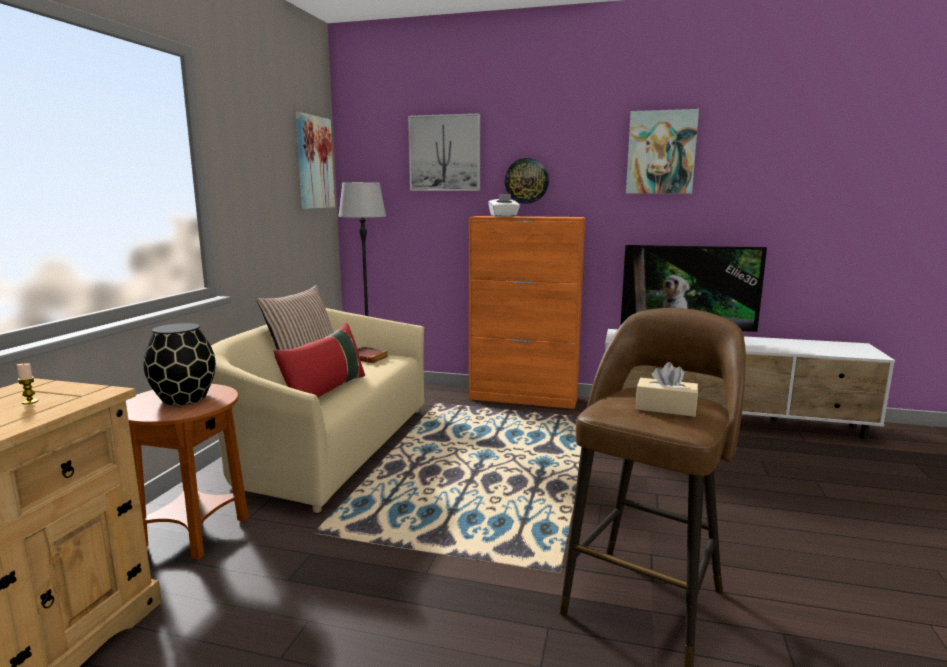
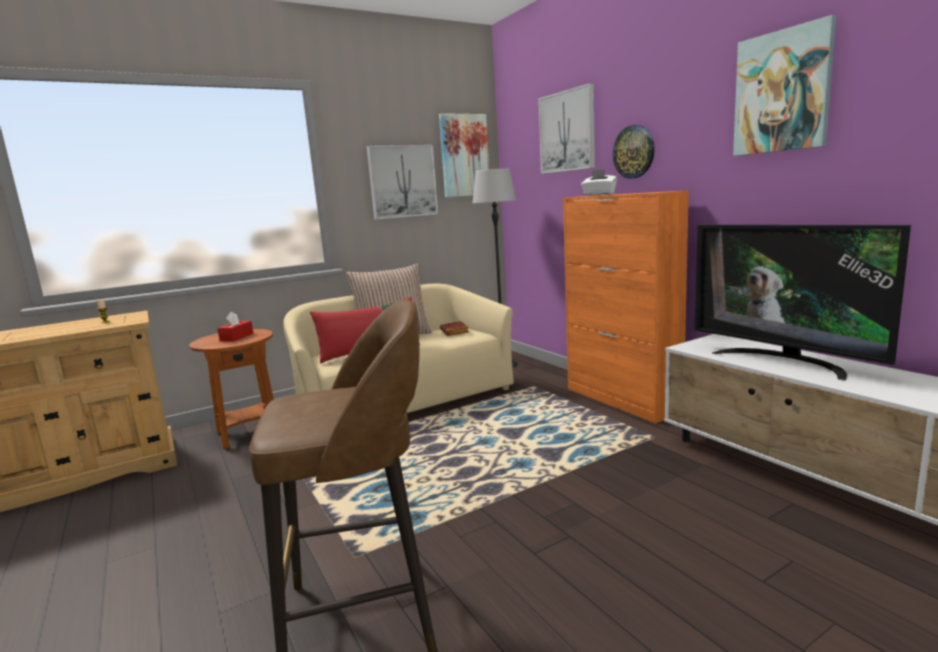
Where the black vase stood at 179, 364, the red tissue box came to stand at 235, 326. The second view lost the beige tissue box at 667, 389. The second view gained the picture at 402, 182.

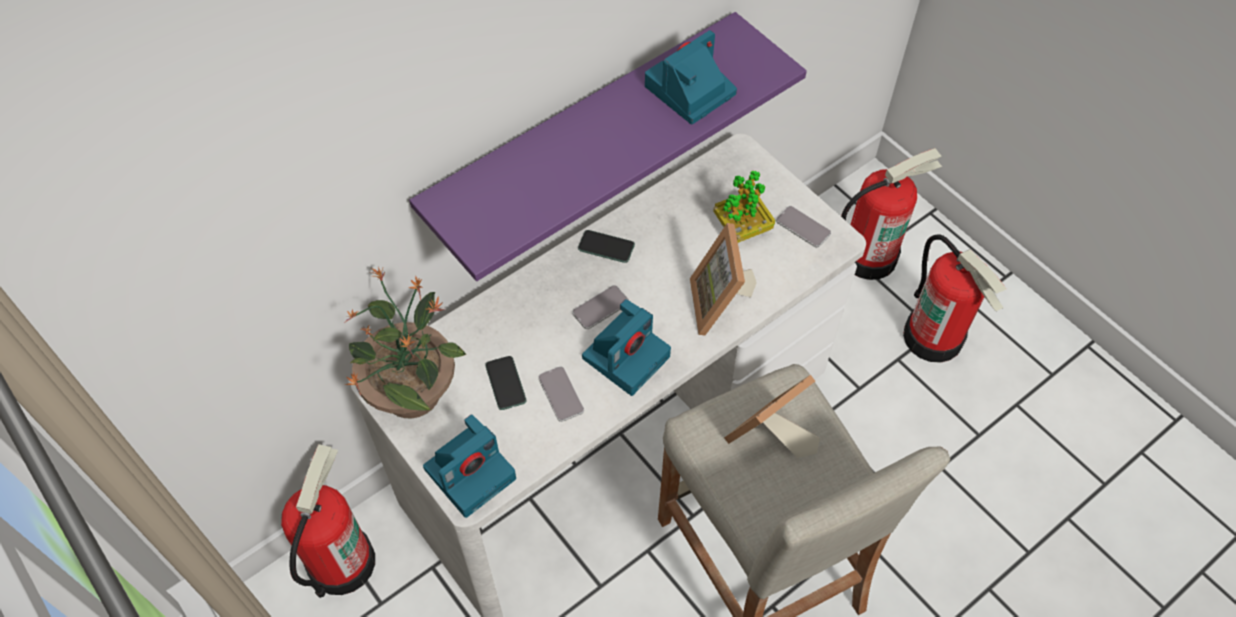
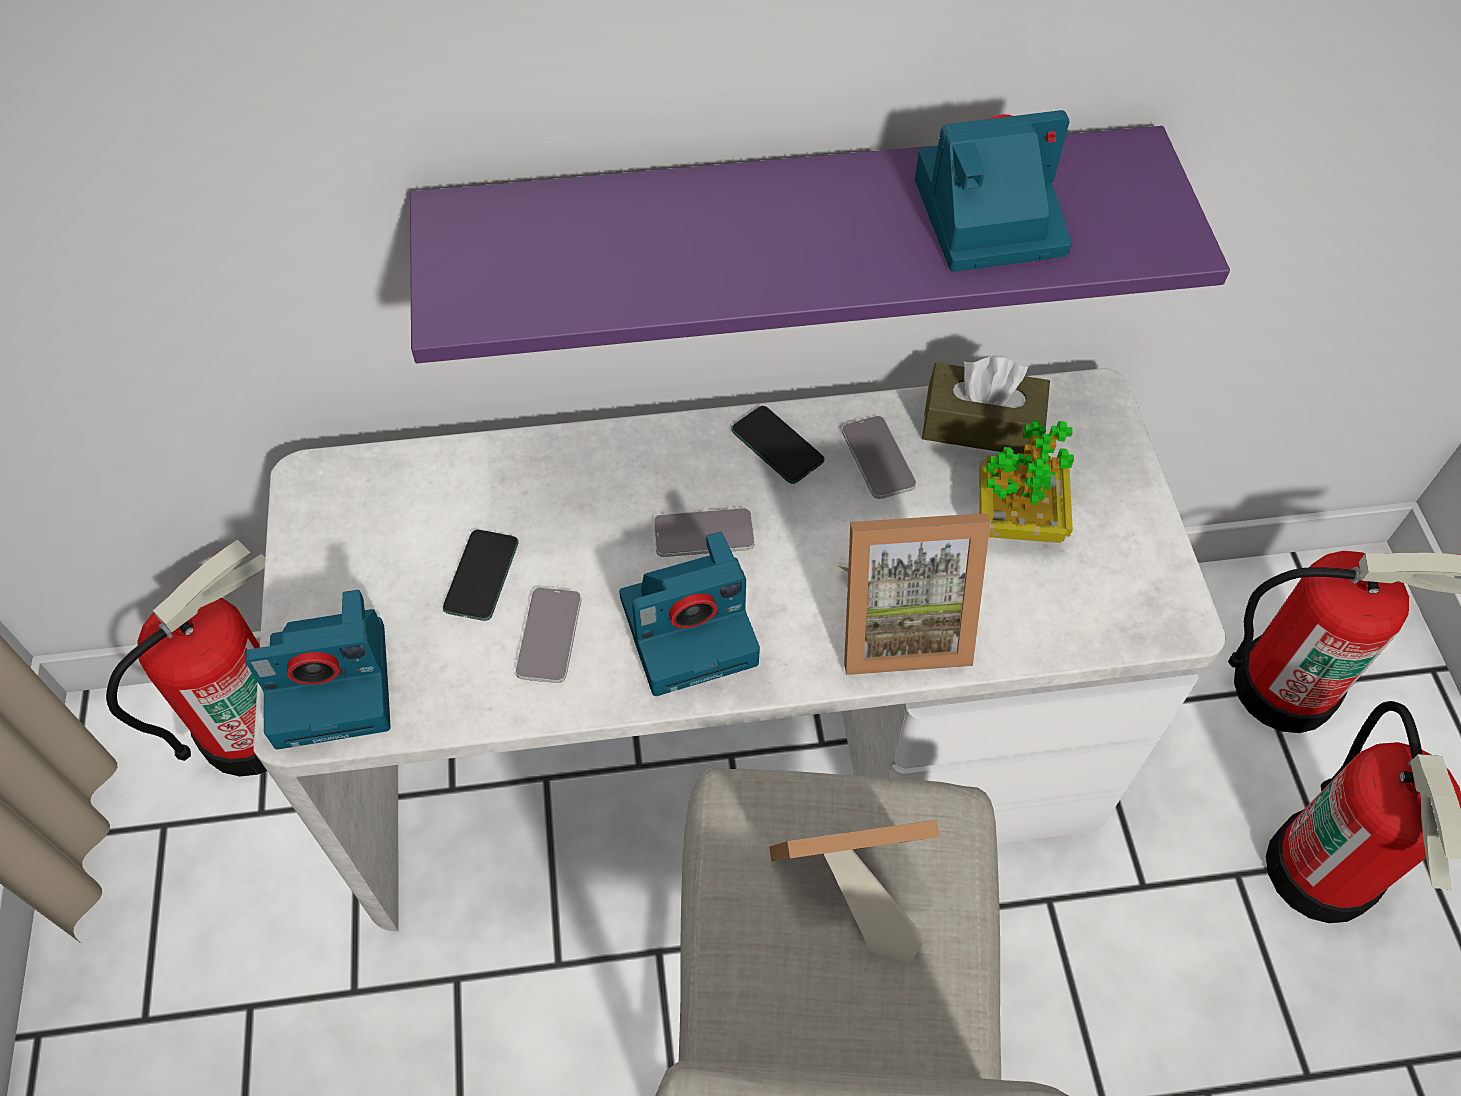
The second view lost the potted plant at 405, 342. The picture frame at 723, 279 ended up facing another way, 120 degrees counterclockwise from before. The phone ended up elsewhere, having gone from 803, 227 to 879, 457. The second view gained the brown tissue box at 986, 405.

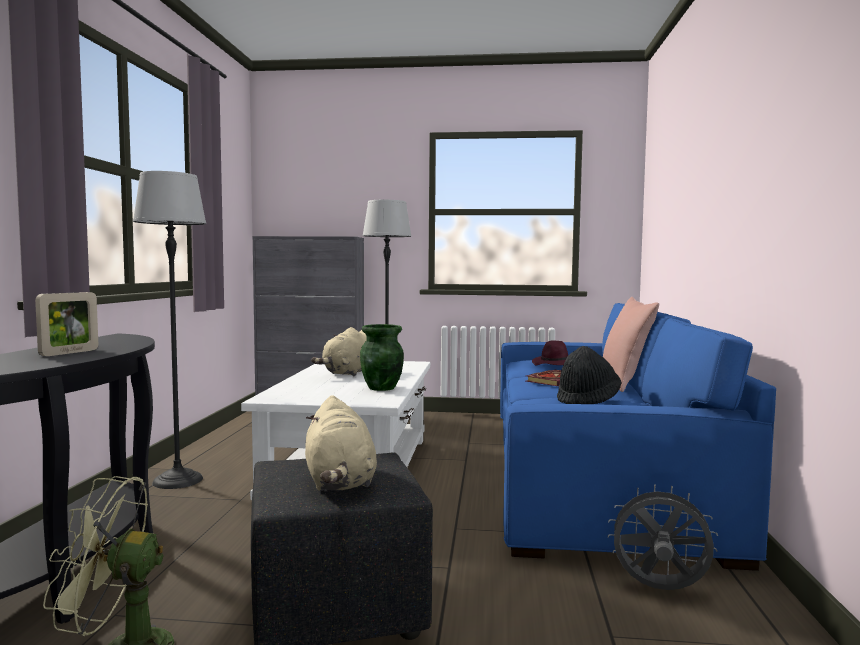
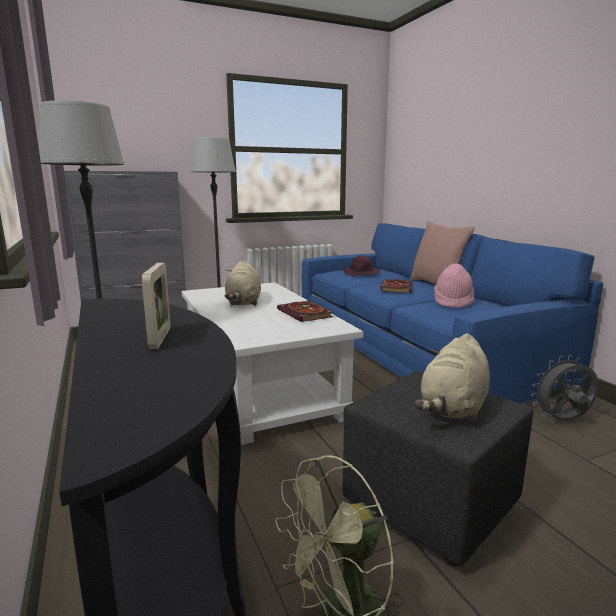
The beige plush toy at 341, 443 ended up facing another way, 75 degrees clockwise from before. Where the green vase stood at 382, 357, the book came to stand at 305, 311. What was the black hat at 589, 375 turned into the pink hat at 454, 285.

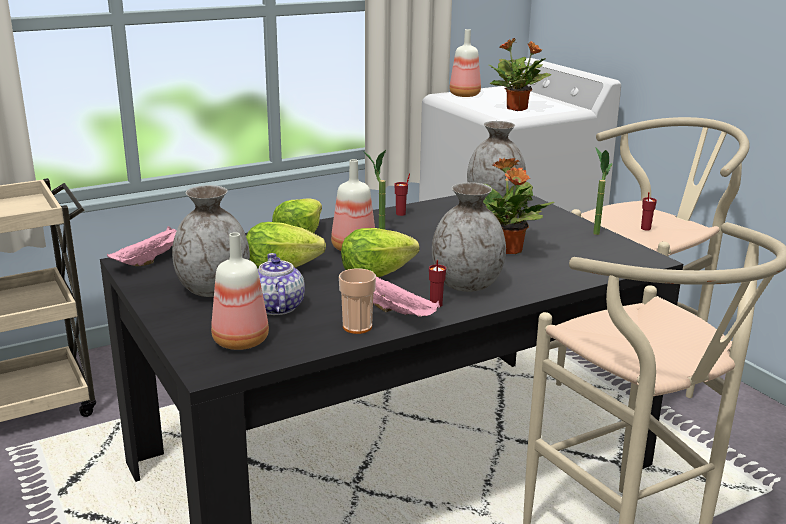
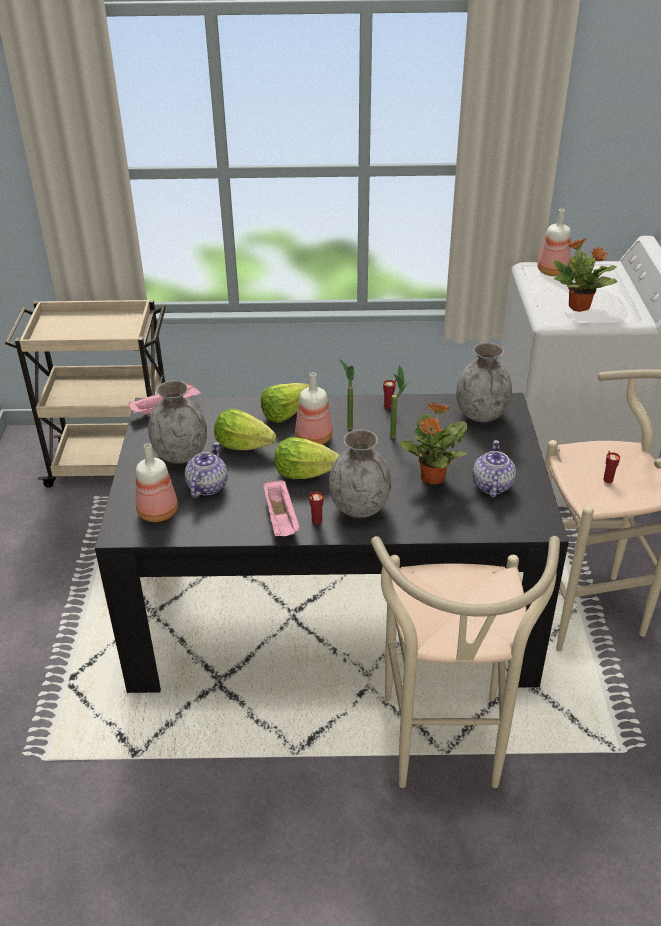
The second view lost the cup at 357, 301. The potted plant ended up elsewhere, having gone from 602, 191 to 400, 401. The second view gained the teapot at 494, 468.

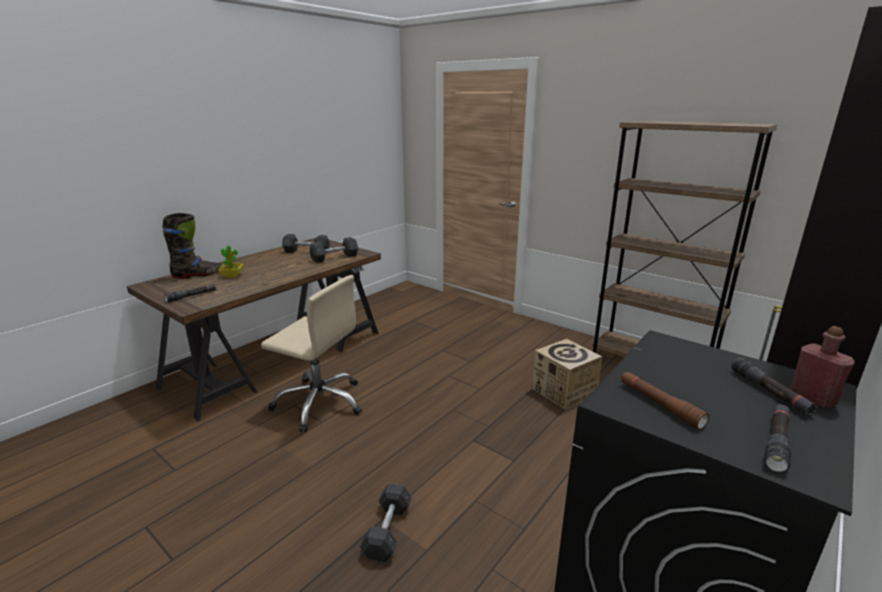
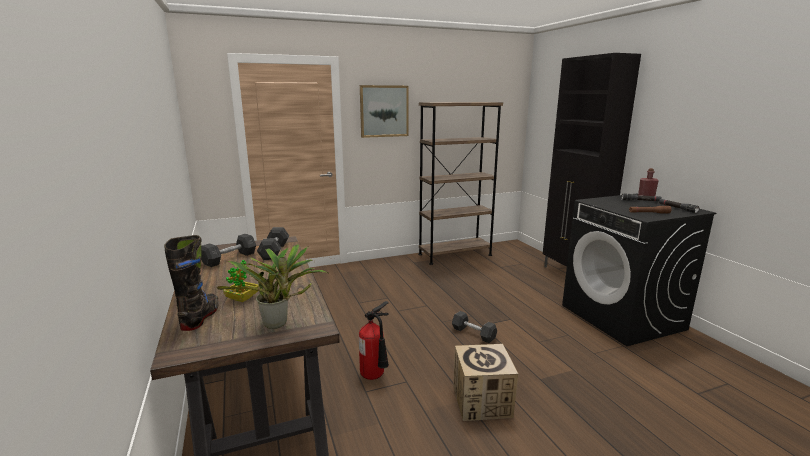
Where the black flashlight stood at 190, 293, the potted plant came to stand at 273, 286. Where the beige office chair stood at 311, 353, the fire extinguisher came to stand at 374, 340. The grey dumbbell ended up elsewhere, having gone from 386, 522 to 474, 327. The cardboard box ended up elsewhere, having gone from 567, 374 to 485, 382. The second view gained the picture at 384, 111.

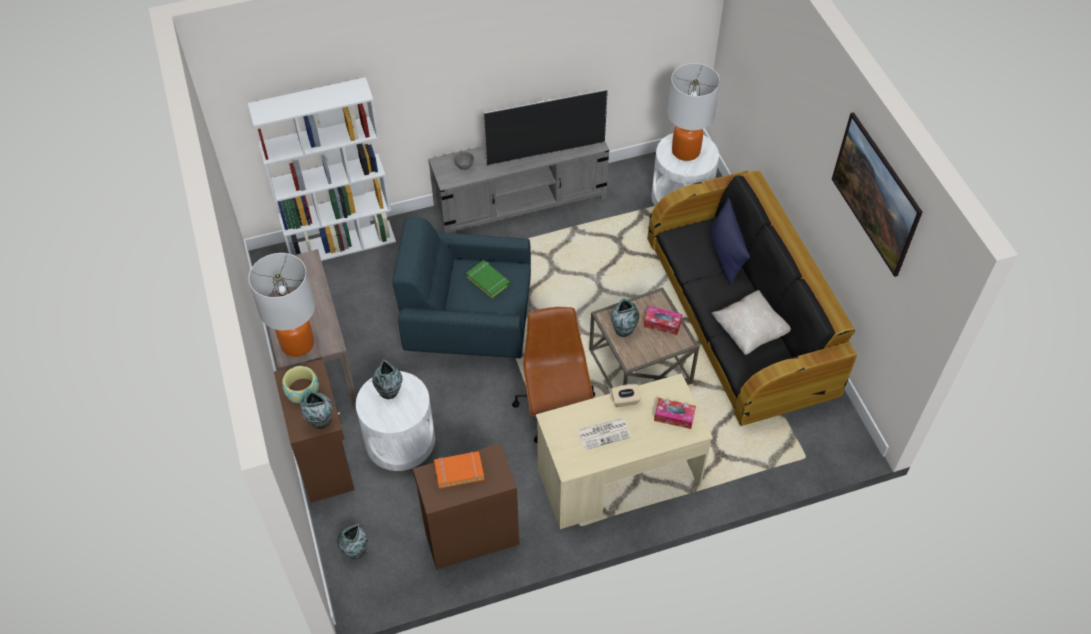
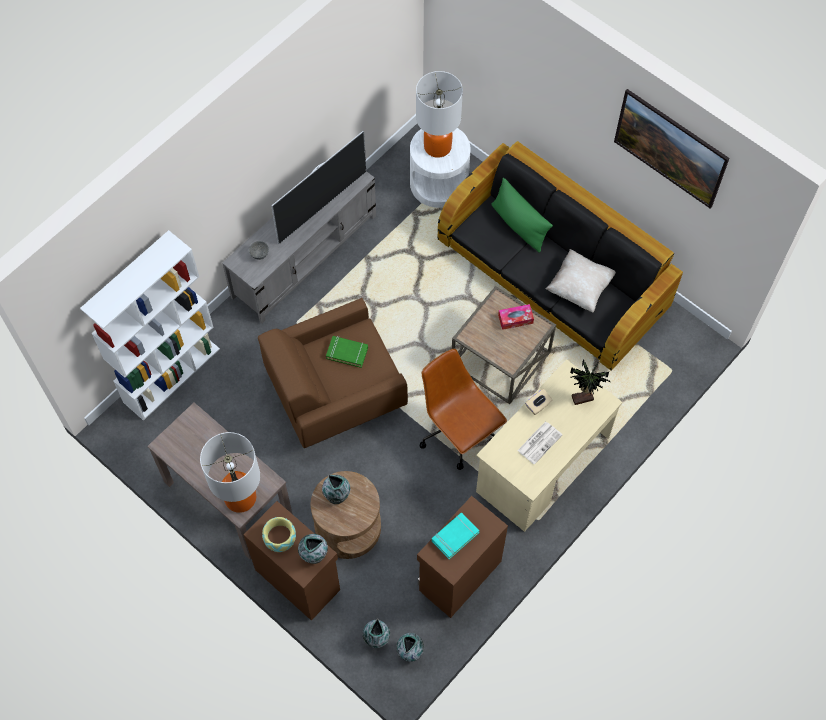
What was the white side table at 395, 421 turned into the brown side table at 346, 515. What was the blue armchair at 461, 287 turned into the brown armchair at 333, 373. What was the orange book at 459, 470 turned into the turquoise book at 455, 536. The vase ended up elsewhere, having gone from 625, 318 to 410, 647. Where the tissue box stood at 675, 413, the potted plant came to stand at 590, 382. What was the blue pillow at 730, 241 turned into the green pillow at 522, 215.

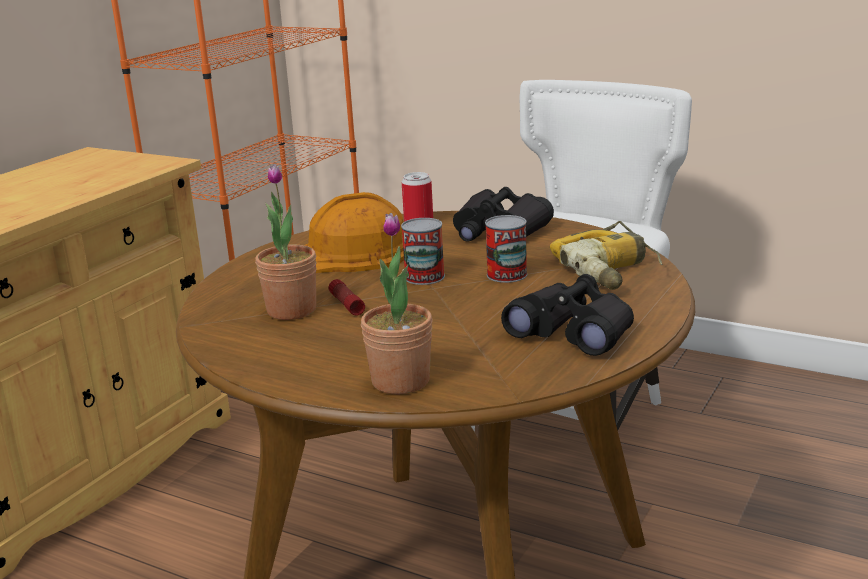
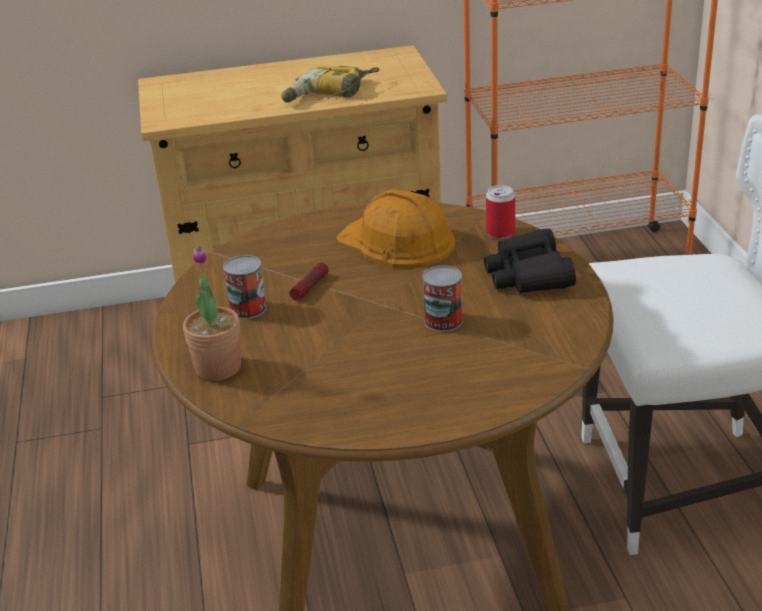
The second view lost the potted plant at 286, 242. The can ended up elsewhere, having gone from 423, 251 to 245, 287. The second view lost the black binoculars at 567, 315. The power drill ended up elsewhere, having gone from 606, 255 to 330, 84.

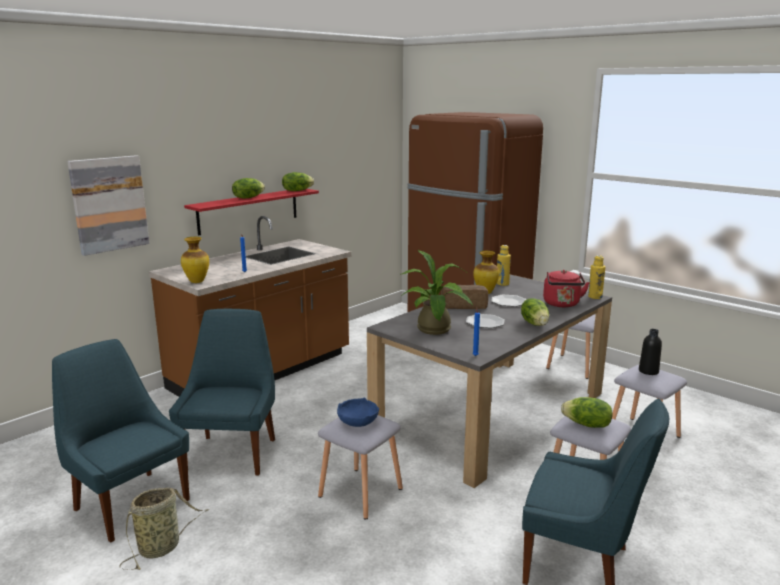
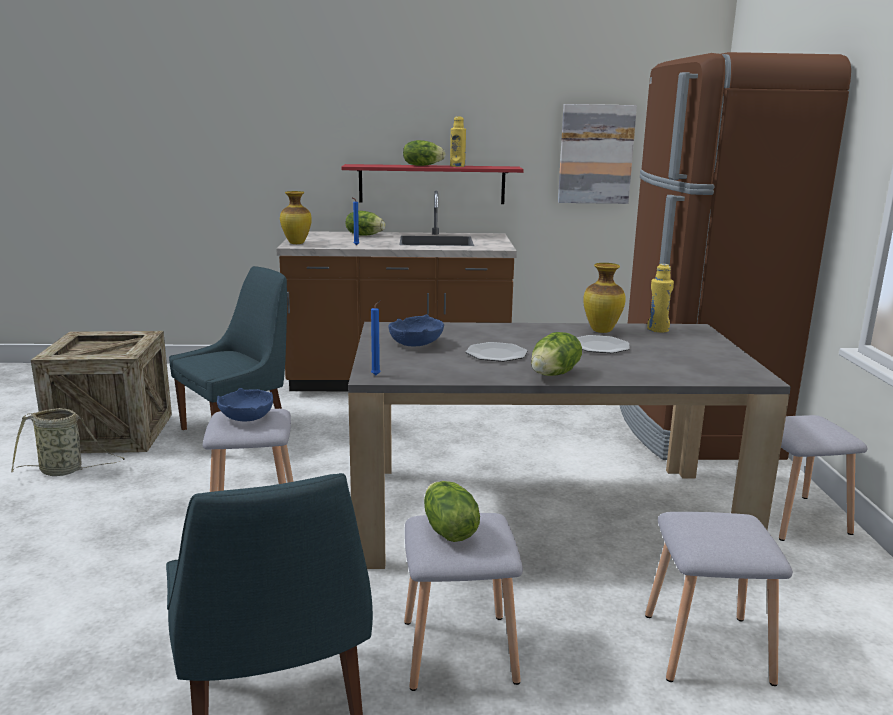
Where the blue chair stood at 121, 441, the crate came to stand at 101, 392. The picture ended up elsewhere, having gone from 108, 205 to 597, 154. The lettuce ended up elsewhere, having gone from 298, 181 to 366, 223. Where the potted plant stood at 437, 292, the blue bowl came to stand at 416, 330. The second view lost the bread at 464, 297. The second view lost the red kettle at 566, 288. The yellow bottle ended up elsewhere, having gone from 596, 277 to 458, 141. The second view lost the black bottle at 650, 352.

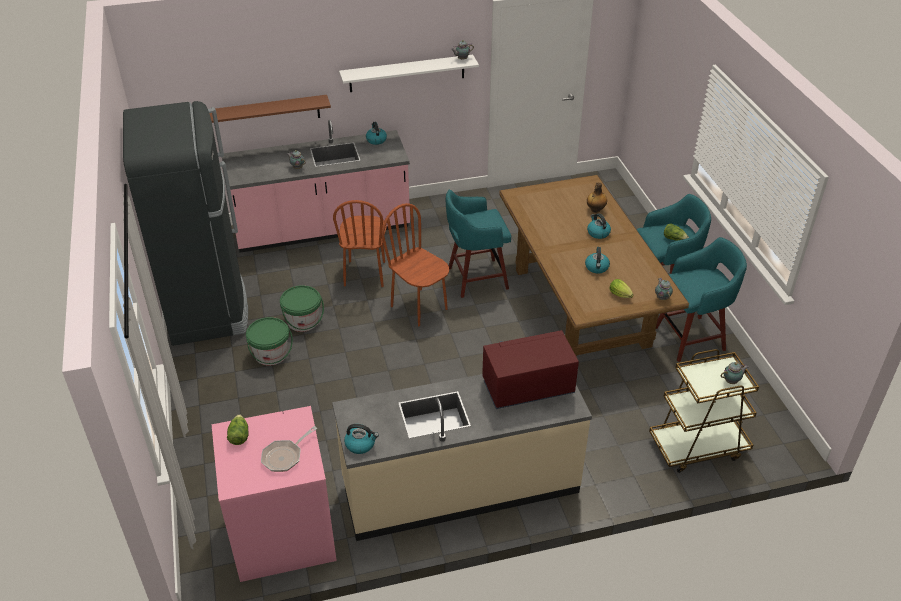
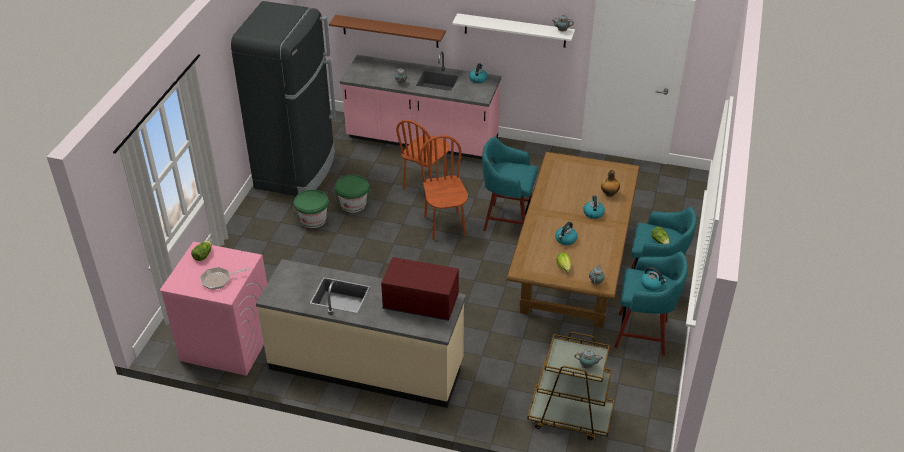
The kettle ended up elsewhere, having gone from 361, 439 to 654, 279.

